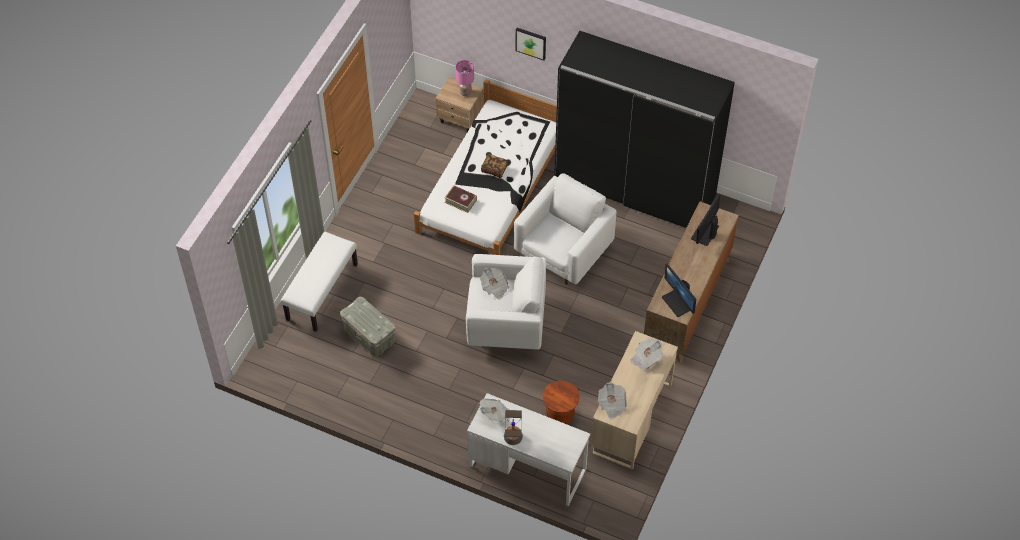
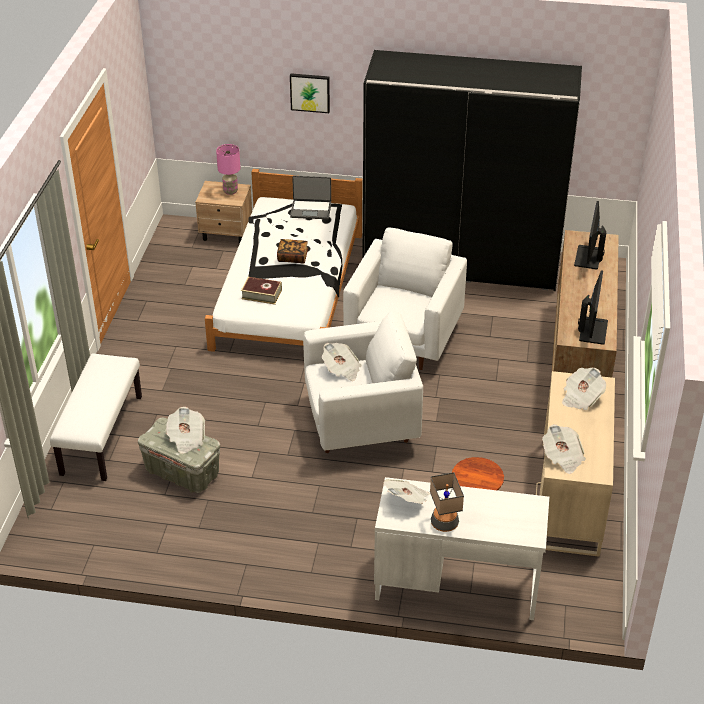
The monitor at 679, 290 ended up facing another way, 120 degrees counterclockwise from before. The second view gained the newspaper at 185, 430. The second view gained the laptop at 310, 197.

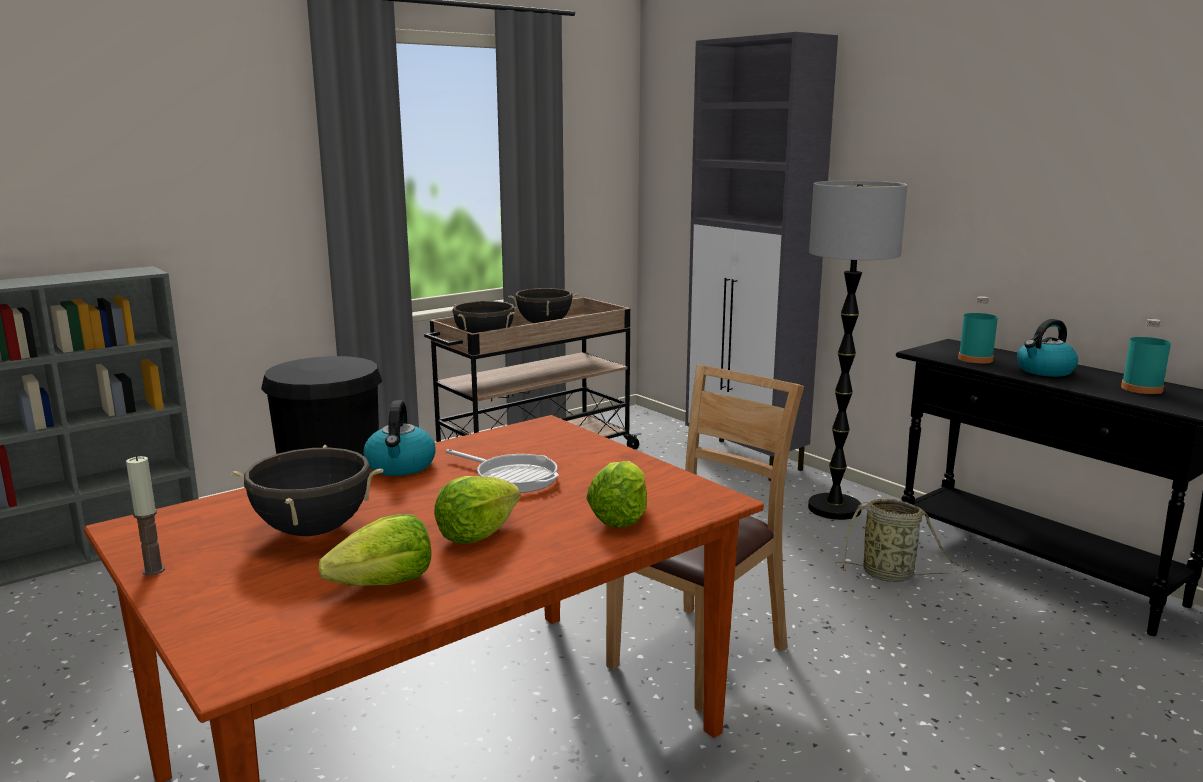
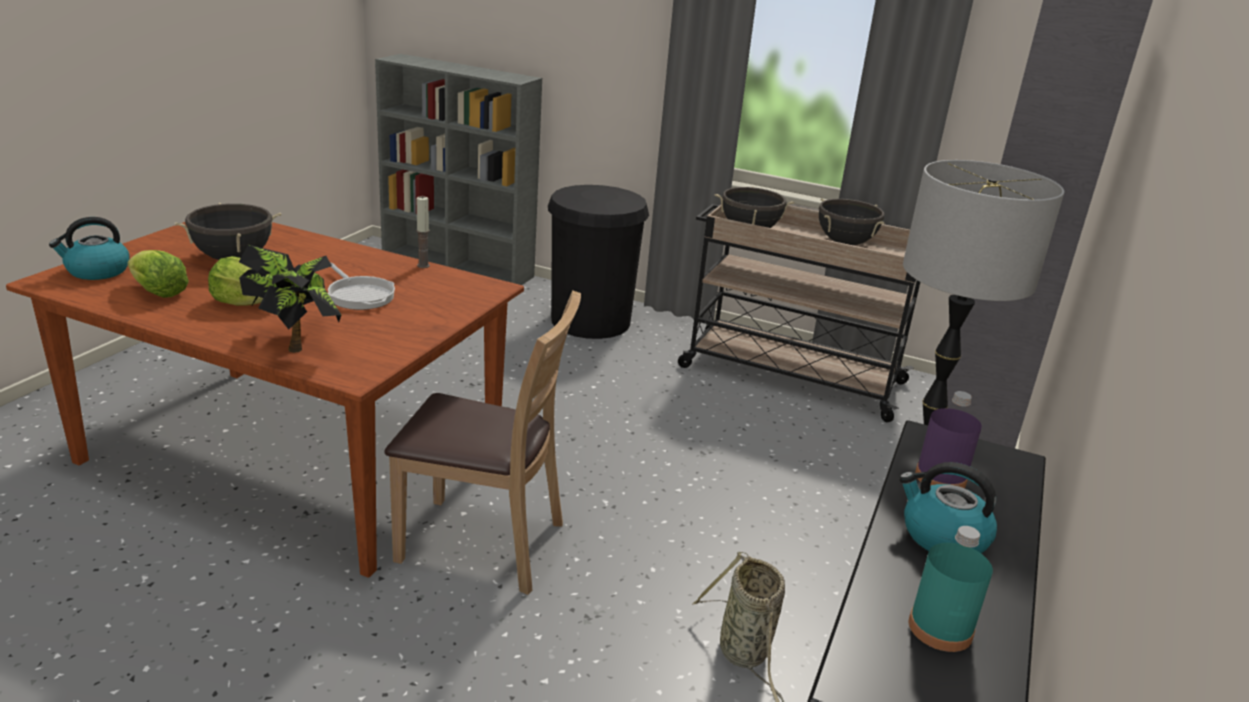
The candle ended up elsewhere, having gone from 145, 515 to 423, 232. The kettle ended up elsewhere, having gone from 399, 438 to 89, 248. The frying pan at 502, 471 ended up facing another way, 45 degrees counterclockwise from before. Where the lettuce stood at 616, 494, the potted plant came to stand at 290, 299. What was the turquoise bottle at 978, 330 turned into the purple bottle at 948, 439.

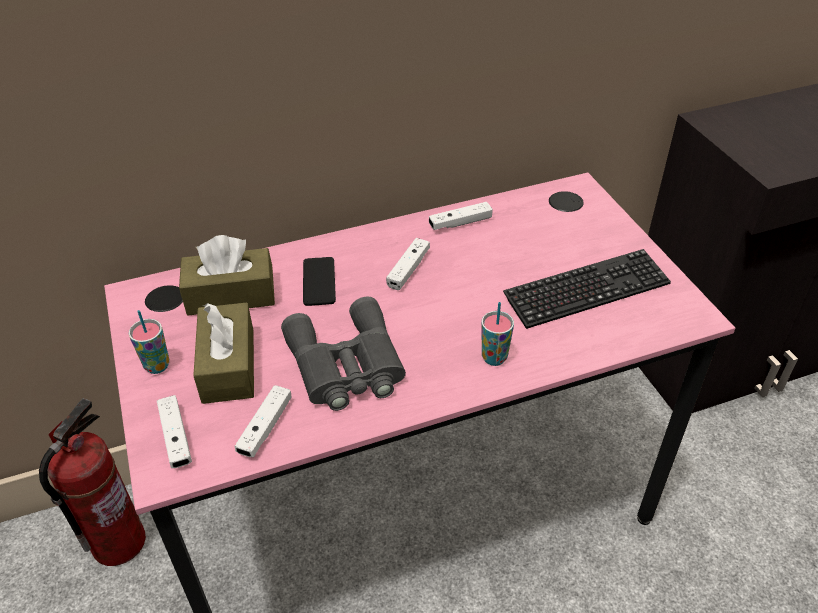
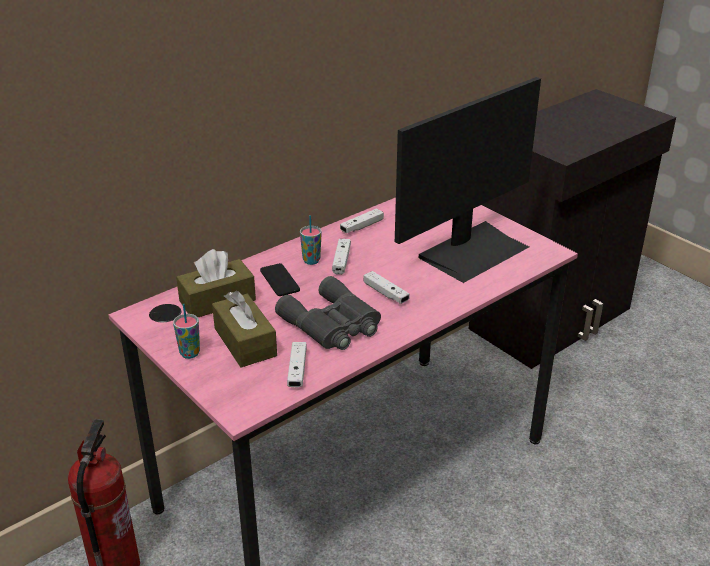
The white game controller ended up elsewhere, having gone from 174, 431 to 386, 287. The cup ended up elsewhere, having gone from 497, 334 to 311, 240. Where the keyboard stood at 587, 289, the monitor came to stand at 468, 180.

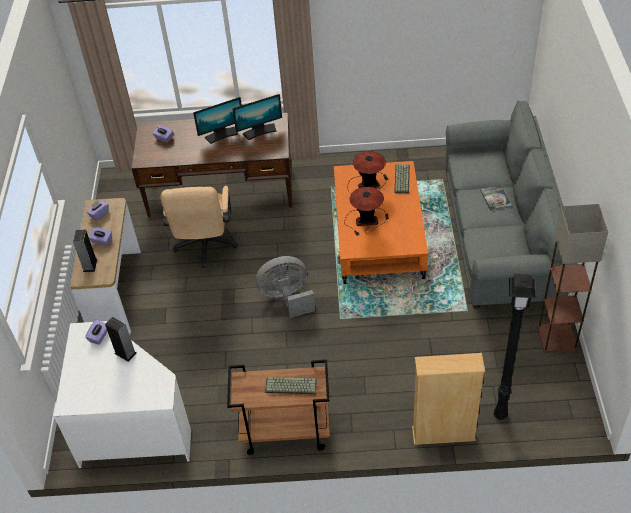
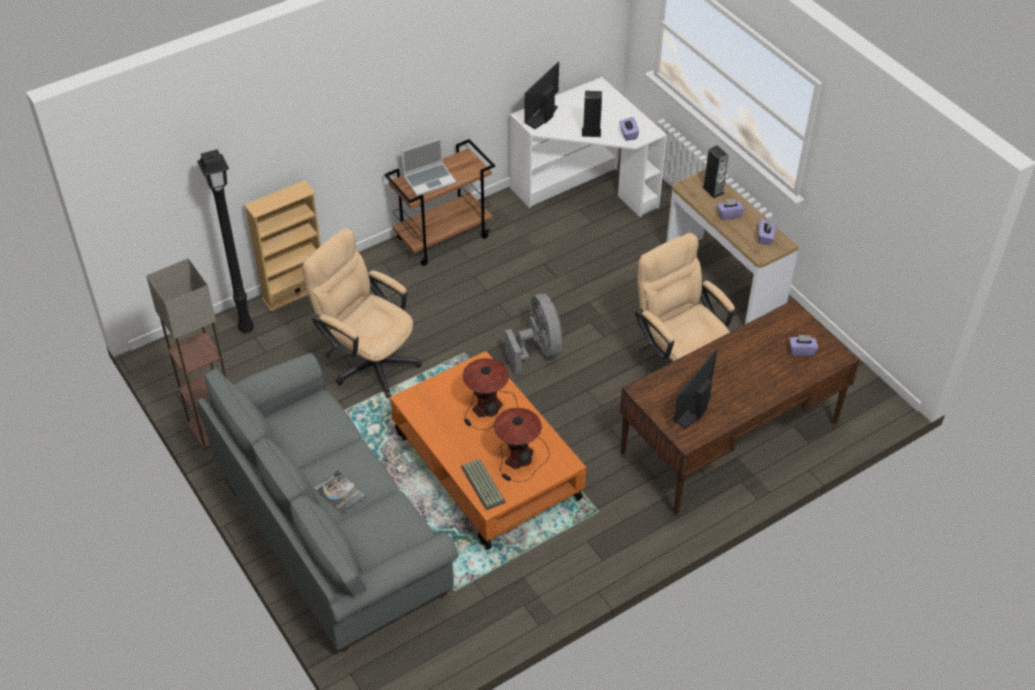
The monitor ended up elsewhere, having gone from 217, 120 to 541, 95. The grey fan at 285, 287 ended up facing another way, 60 degrees counterclockwise from before. Where the keyboard stood at 291, 385, the laptop came to stand at 429, 167. The second view gained the beige office chair at 362, 313.

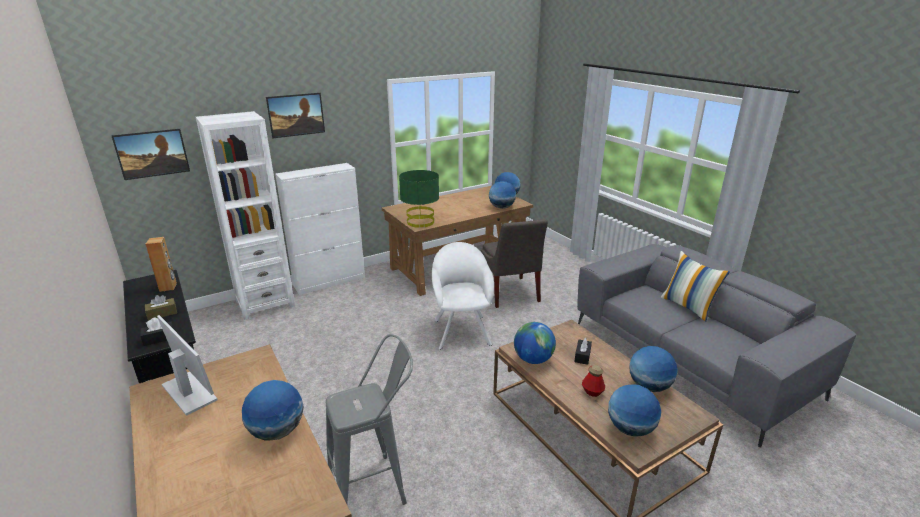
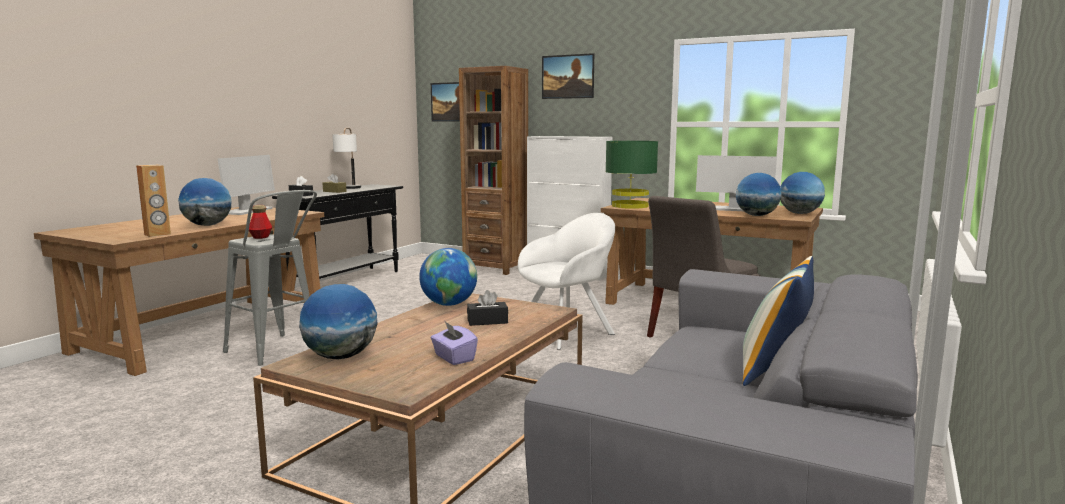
The brown speaker ended up elsewhere, having gone from 161, 264 to 153, 201. What was the white bookcase at 245, 215 turned into the brown bookcase at 493, 170. The bottle ended up elsewhere, having gone from 593, 381 to 260, 222. Where the globe stood at 654, 369, the purple tissue box came to stand at 454, 343. The second view gained the table lamp at 346, 158. The second view gained the monitor at 736, 183.

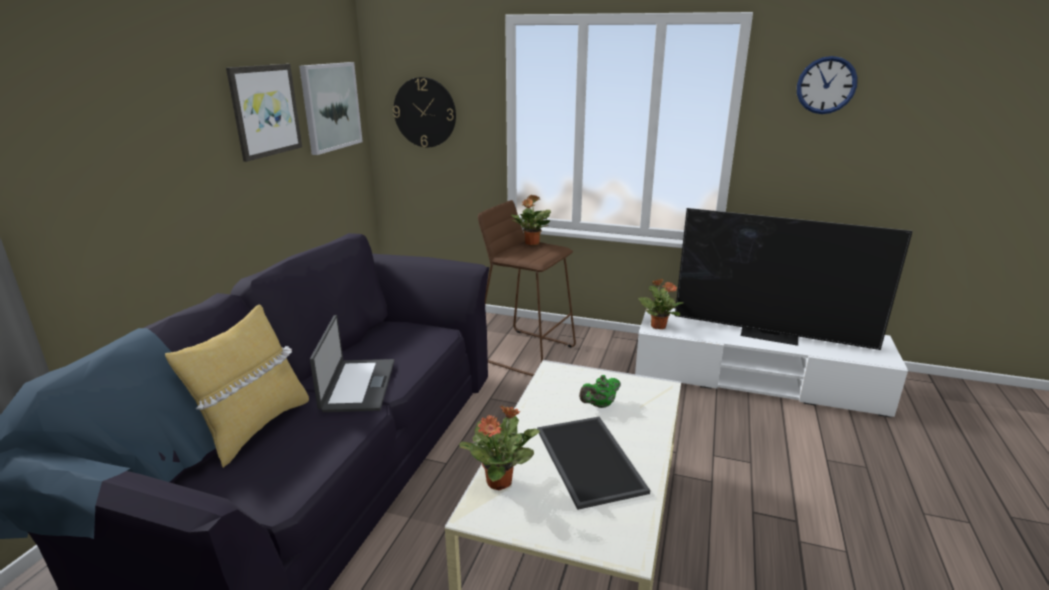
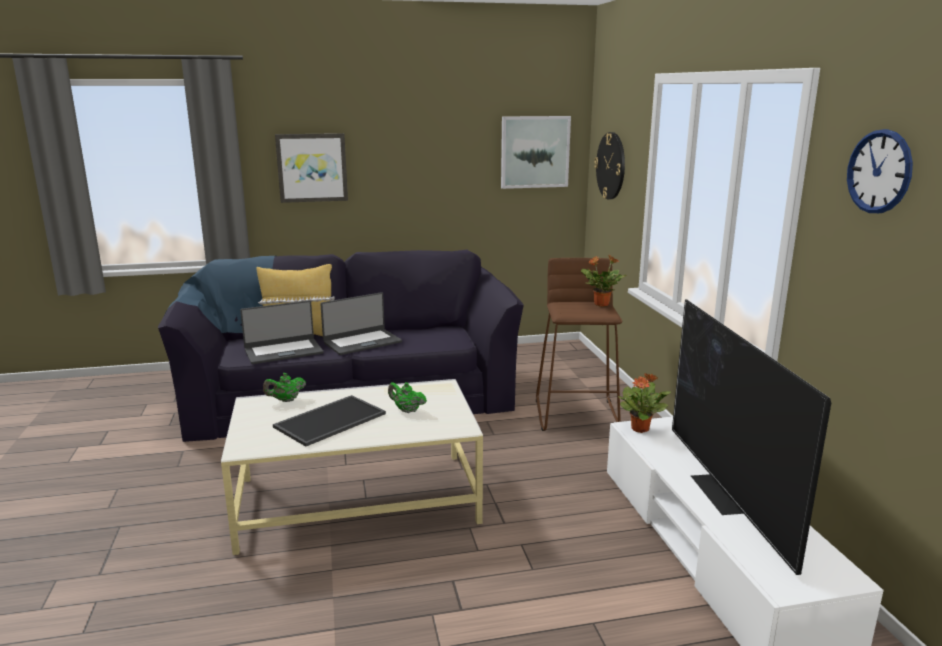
The picture ended up elsewhere, having gone from 264, 113 to 311, 168. Where the potted plant stood at 499, 448, the green teapot came to stand at 284, 387. The second view gained the laptop at 281, 332.

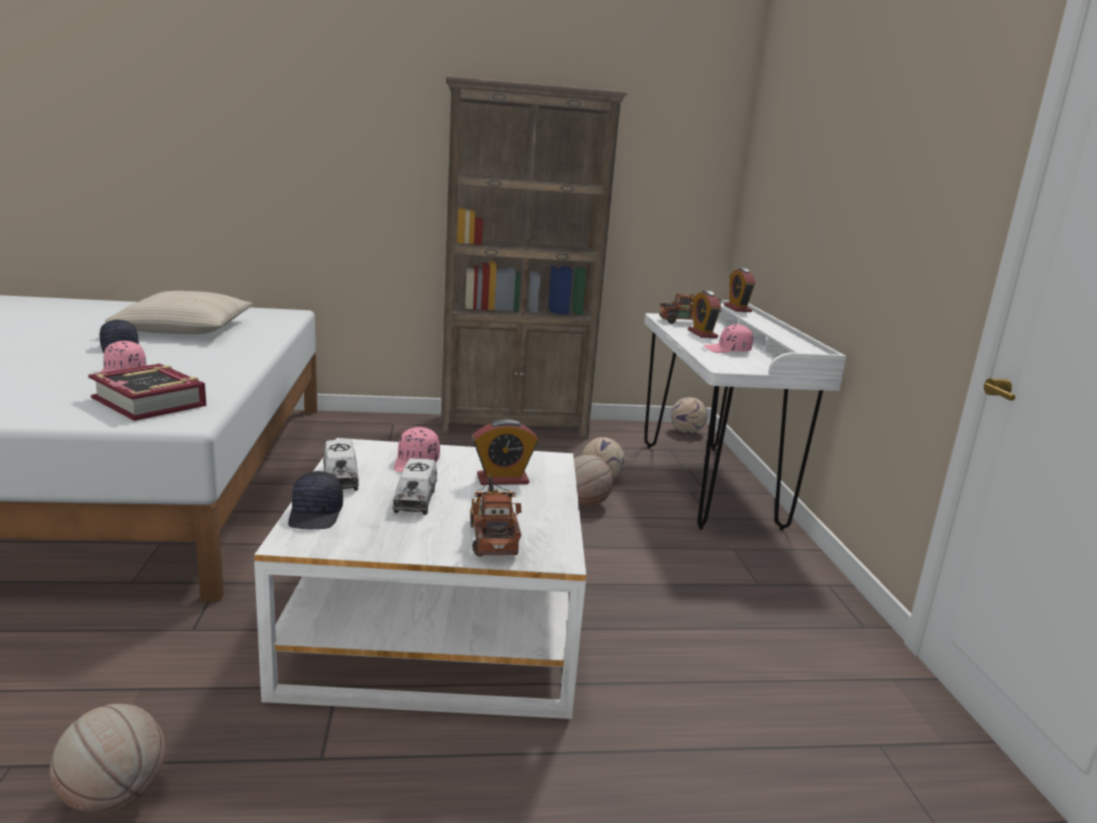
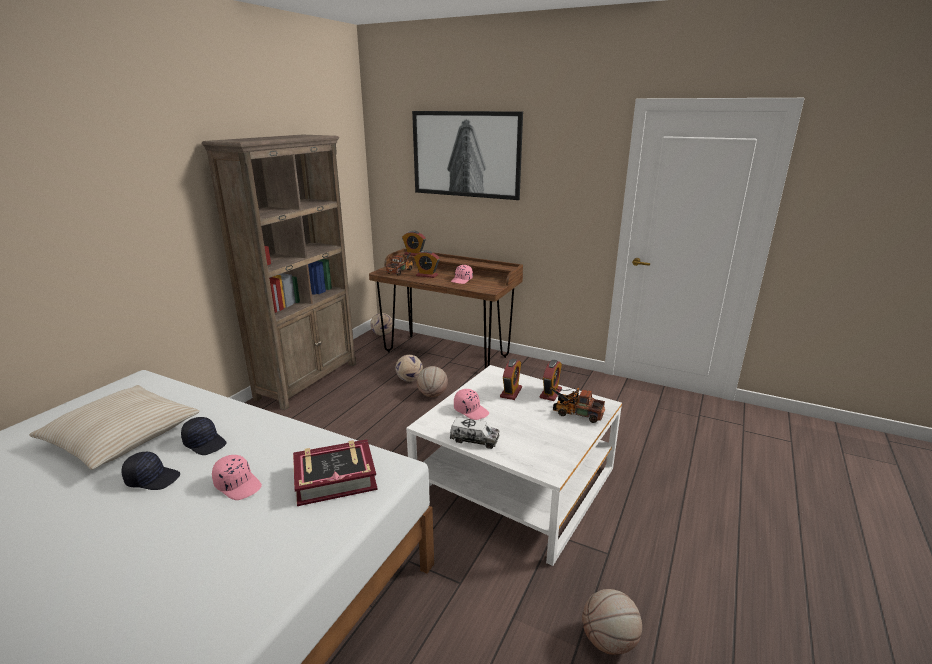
The black cap ended up elsewhere, having gone from 315, 500 to 204, 436. The second view lost the toy truck at 414, 486. What was the white desk at 745, 415 turned into the brown desk at 446, 308. The second view gained the picture at 467, 155. The second view gained the alarm clock at 551, 380.

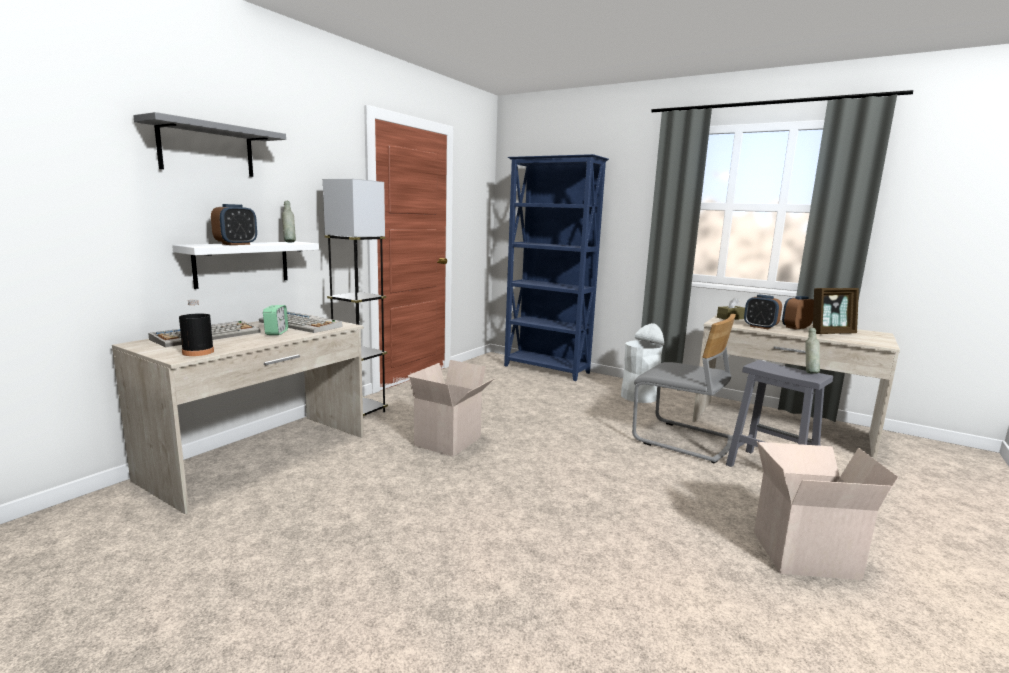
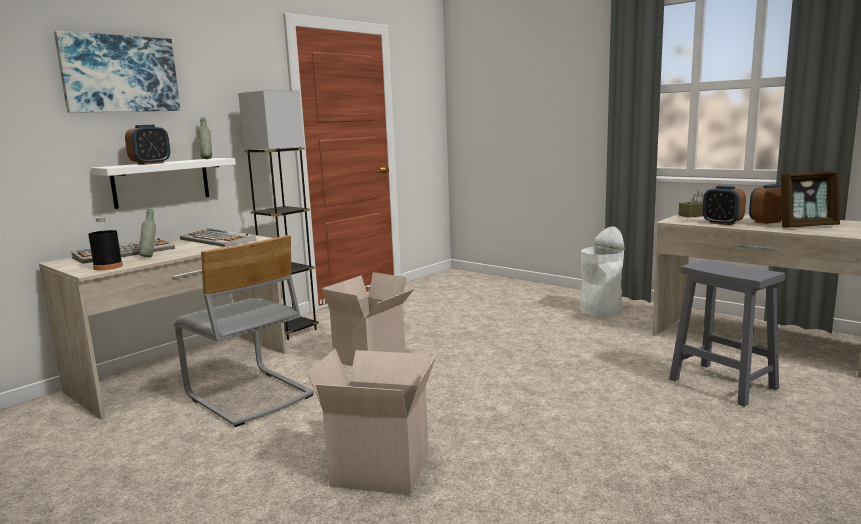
Where the grey shelf hung at 209, 144, the picture came to hang at 117, 72. The second view lost the alarm clock at 275, 320. The second view lost the blue bookcase at 556, 267. The grey chair ended up elsewhere, having gone from 684, 389 to 244, 331. The cardboard box ended up elsewhere, having gone from 826, 510 to 372, 421. The grey bottle ended up elsewhere, having gone from 812, 351 to 147, 233.

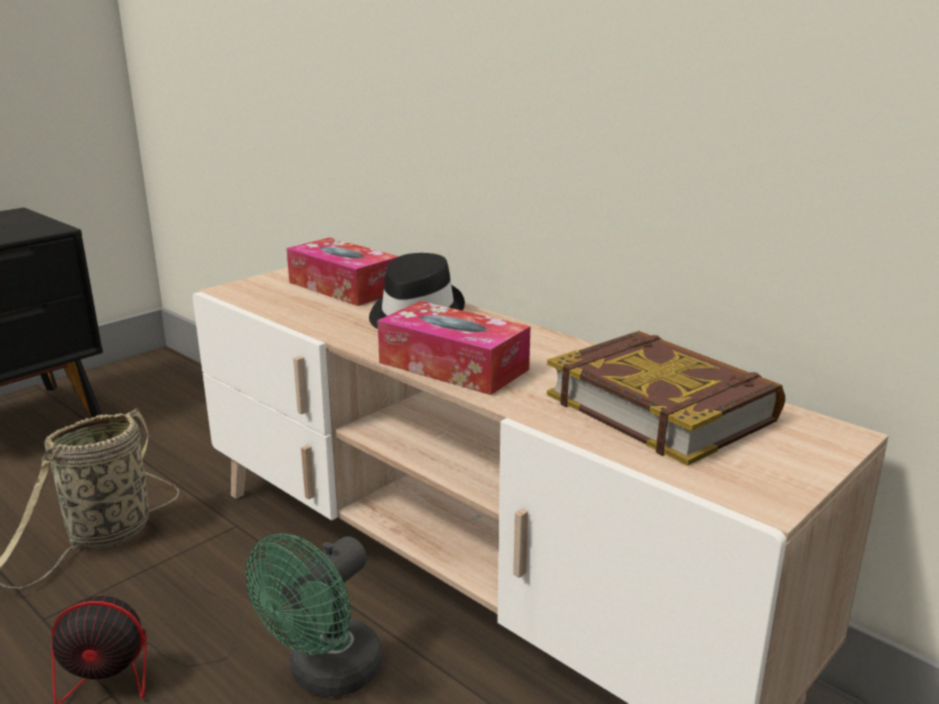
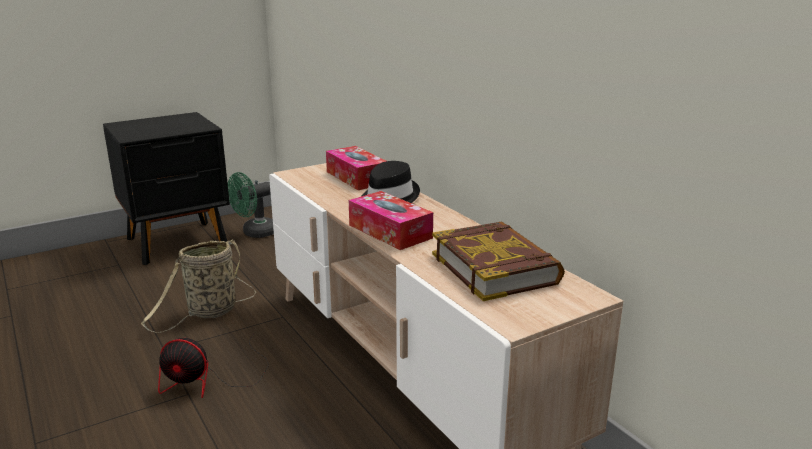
The green fan ended up elsewhere, having gone from 314, 615 to 251, 205.

